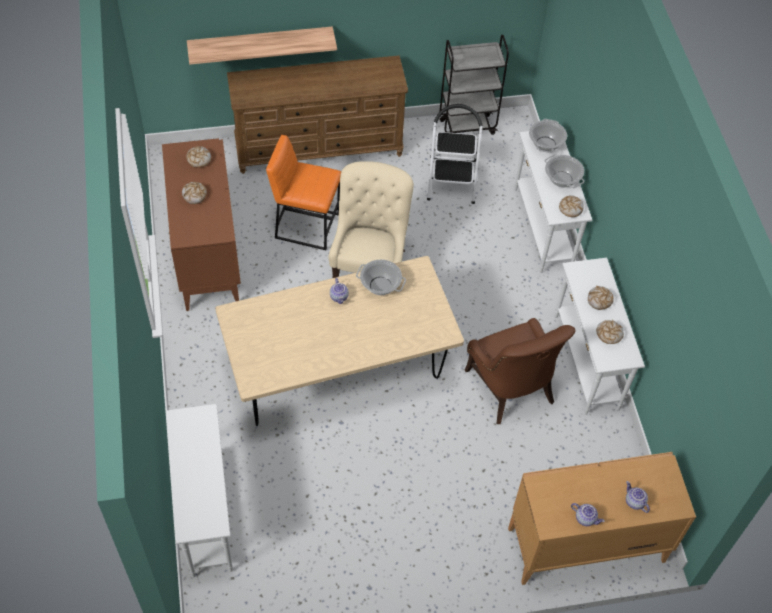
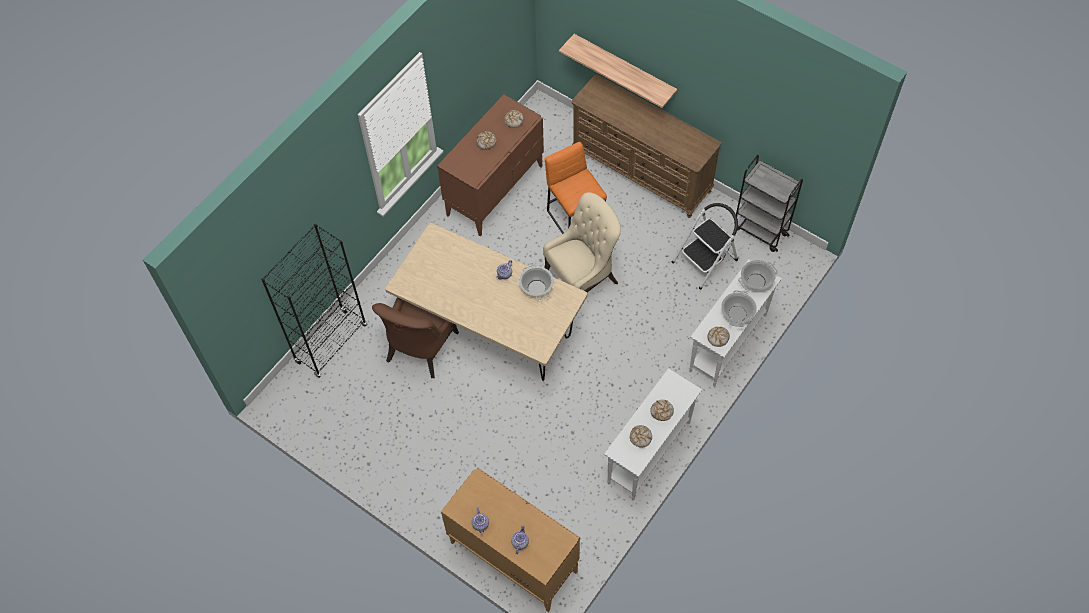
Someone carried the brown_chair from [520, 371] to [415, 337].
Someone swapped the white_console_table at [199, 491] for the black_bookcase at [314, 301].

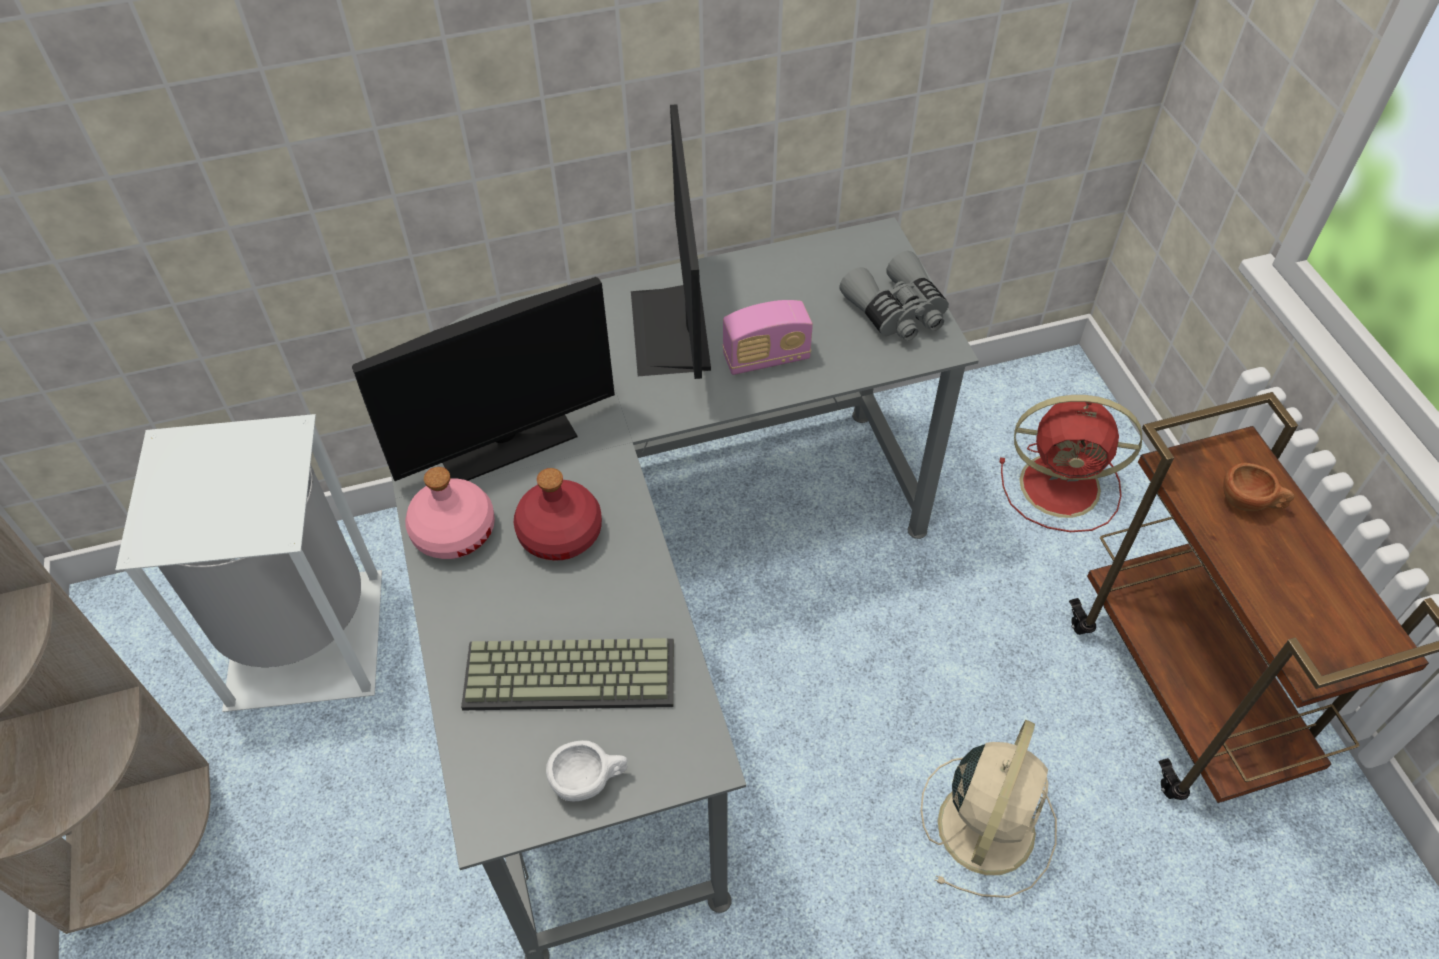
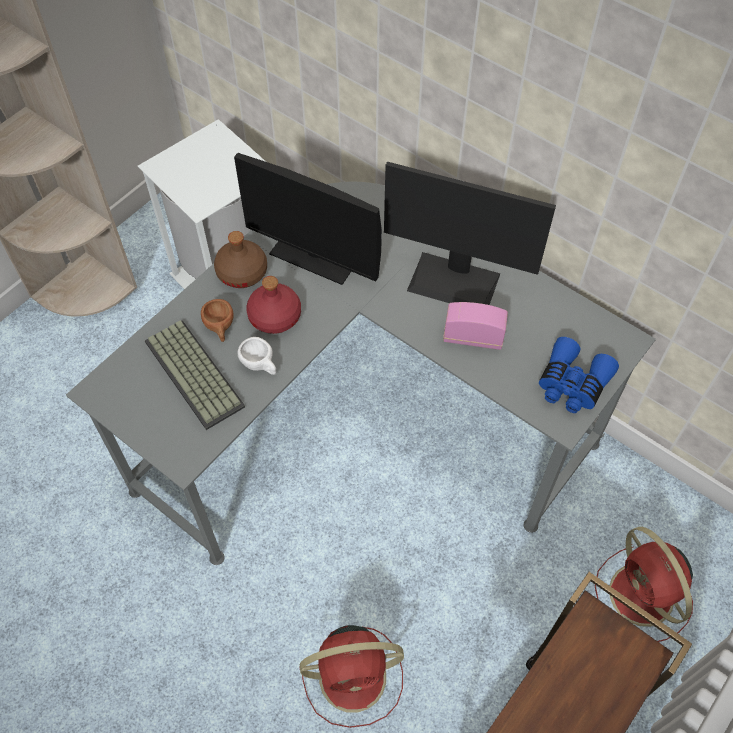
Someone carried the white_cup from [587, 771] to [257, 356].
Someone carried the brown_cup from [1258, 487] to [217, 320].
Someone repainted the pink_bottle at [450, 513], which became the brown_bottle at [240, 259].
Someone repainted the grey_binoculars at [894, 296], which became the blue_binoculars at [579, 375].
Someone repainted the beige_fan at [989, 809], which became the red_fan at [351, 676].
Someone rotated the monitor at [671, 241] by 120 degrees counterclockwise.
Someone rotated the radio at [768, 337] by 150 degrees clockwise.

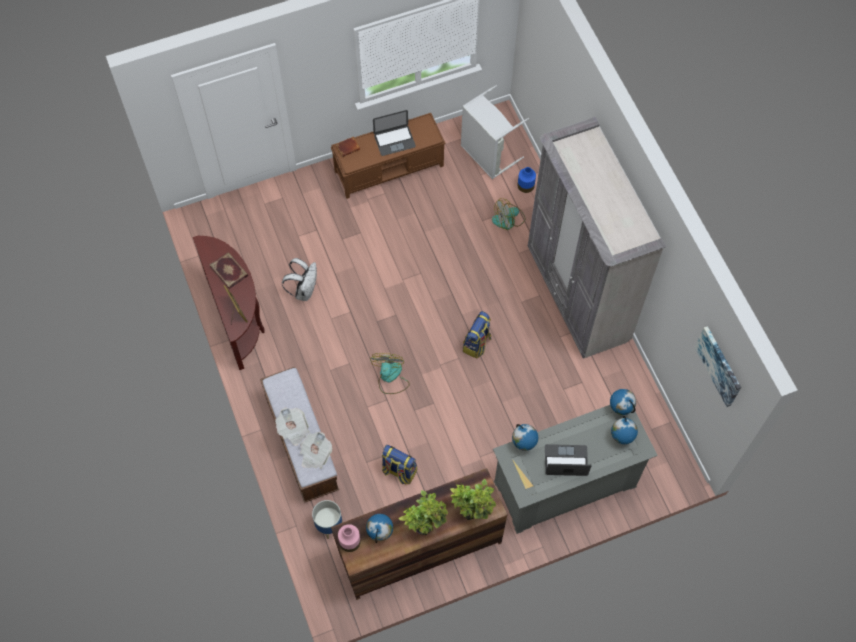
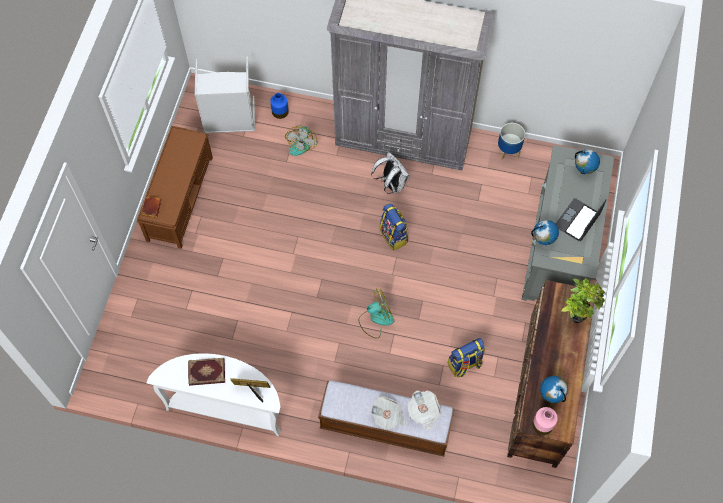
Someone took away the laptop at [394, 133].
Someone took away the potted_plant at [423, 512].
Someone took away the globe at [623, 402].
Someone took away the picture at [718, 366].
Someone carried the white_backpack from [299, 279] to [390, 173].
Someone carried the planter from [327, 519] to [511, 141].
Someone repainted the brown_console_table at [229, 303], which became the white_console_table at [214, 394].
Someone rotated the fan at [390, 373] by 120 degrees clockwise.

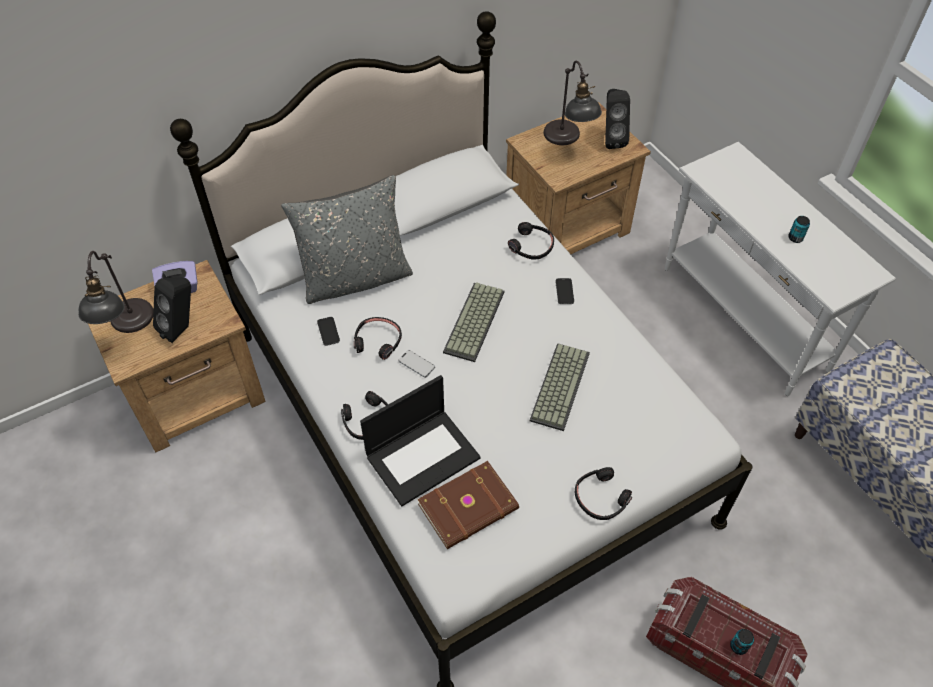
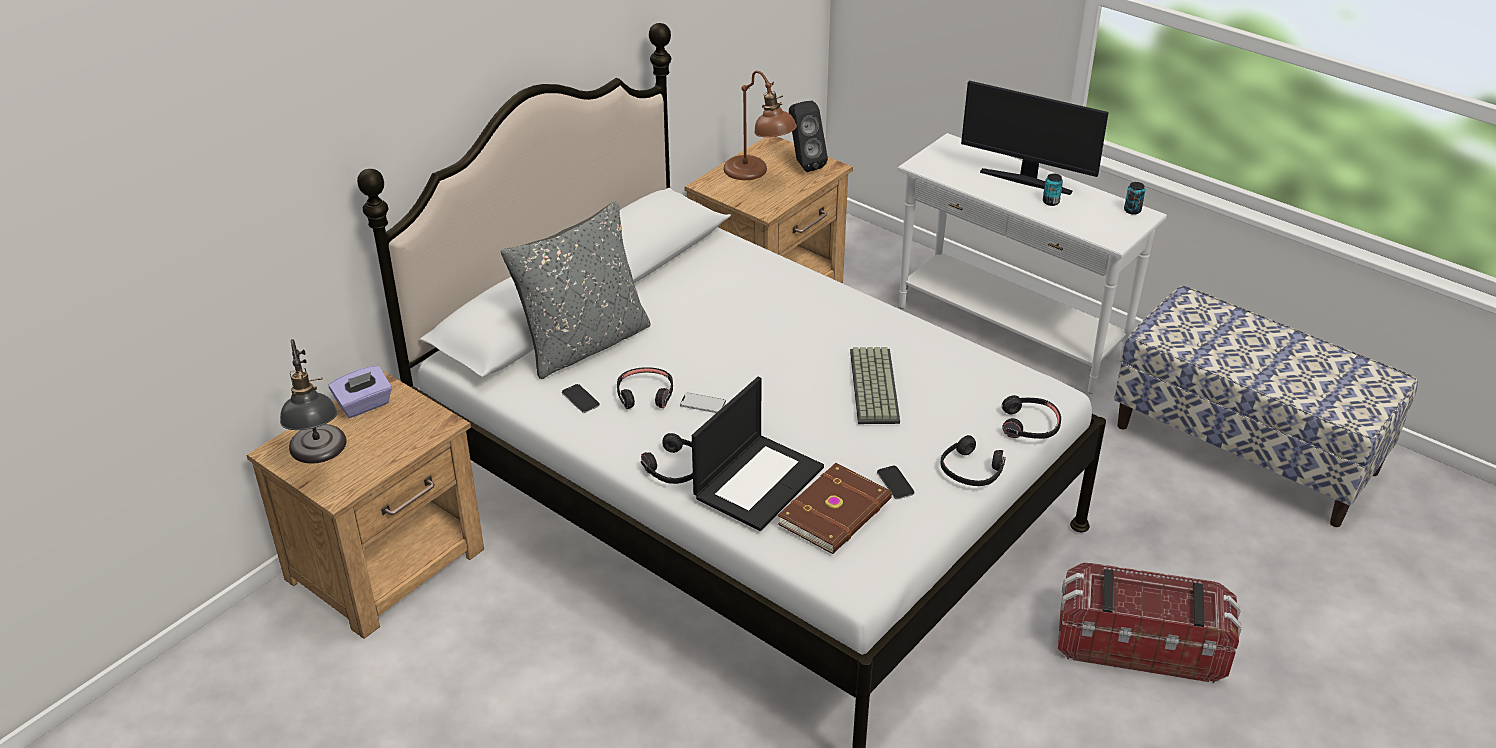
Someone took away the black_speaker at [172, 310].
Someone took away the keyboard at [473, 322].
Someone put down the monitor at [1035, 138].
Someone carried the black_headphones from [531, 241] to [1031, 417].
Someone carried the phone from [565, 291] to [896, 482].
Someone carried the can from [742, 642] to [1134, 198].
Someone repainted the grey_table_lamp at [573, 102], which became the brown_table_lamp at [760, 125].

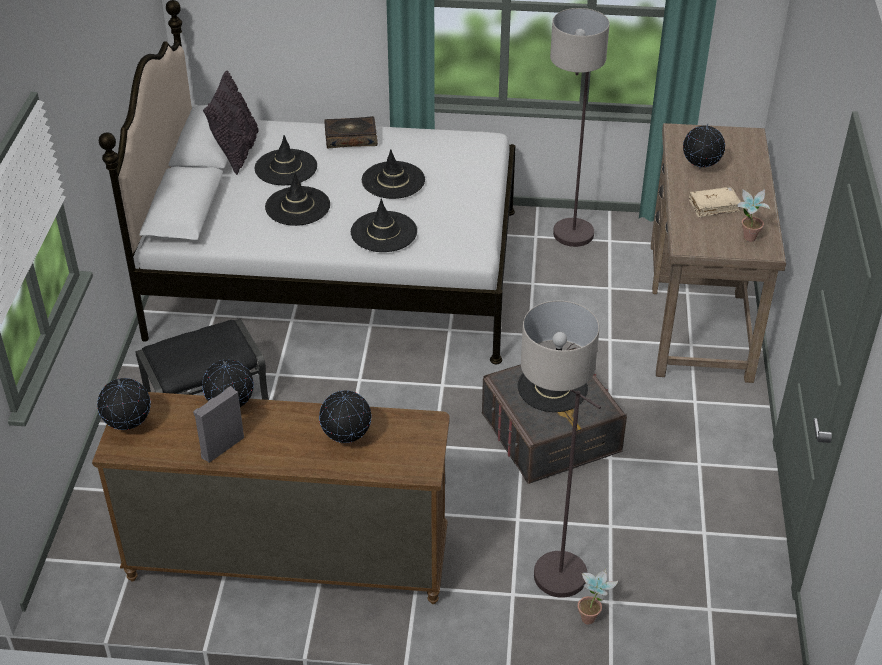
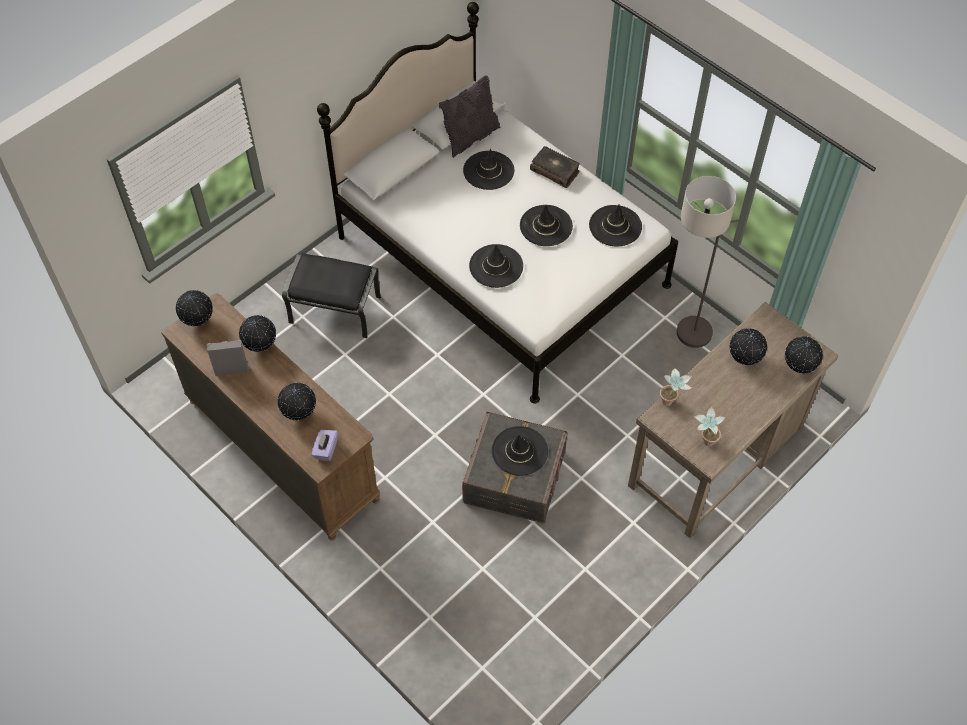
Someone took away the grey_floor_lamp at [561, 449].
Someone took away the beige_book at [715, 202].
Someone put down the purple_tissue_box at [325, 446].
Someone put down the globe at [804, 355].
Someone carried the black_hat from [297, 199] to [615, 225].
Someone carried the potted_plant from [598, 597] to [676, 387].

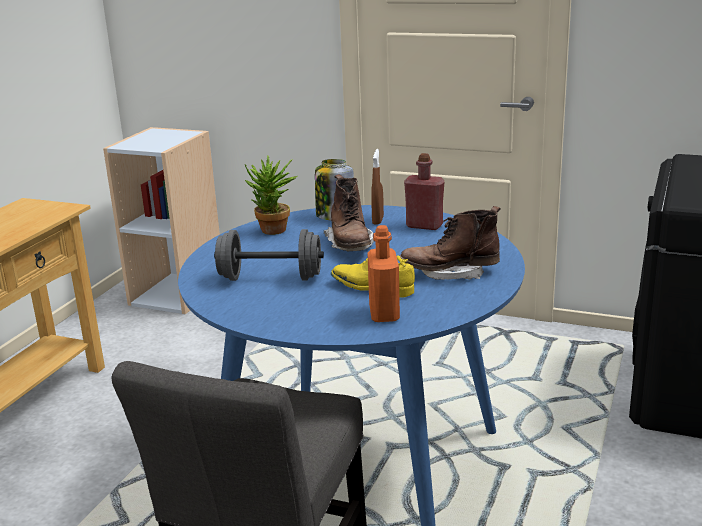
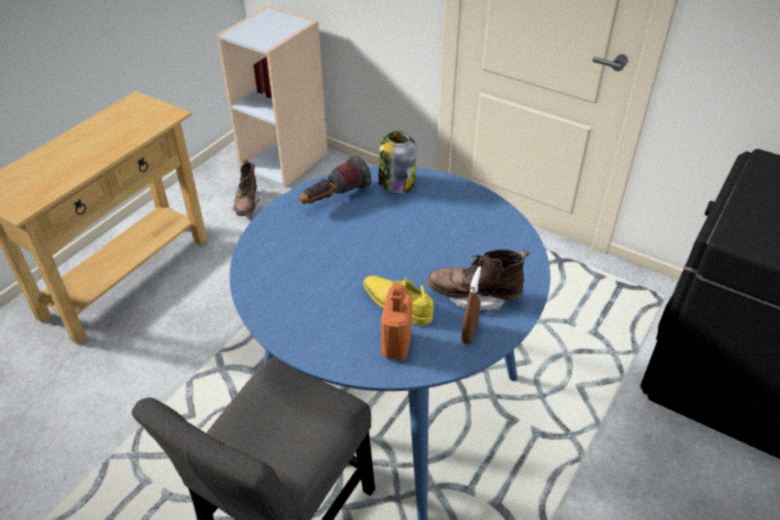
Someone took away the grey_dumbbell at [269, 255].
Someone took away the red_bottle at [424, 191].
Someone carried the brown_boot from [349, 213] to [247, 188].
Someone carried the brown_spray_bottle from [377, 187] to [471, 305].
Someone swapped the potted_plant at [271, 195] for the flashlight at [335, 180].

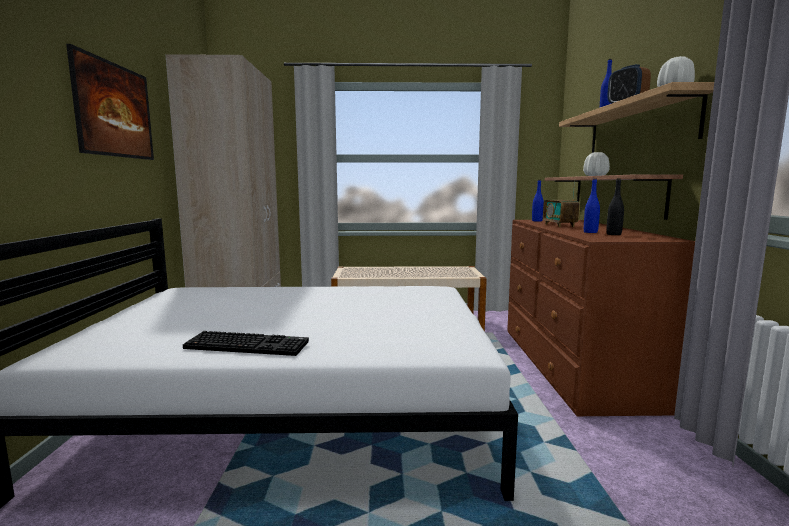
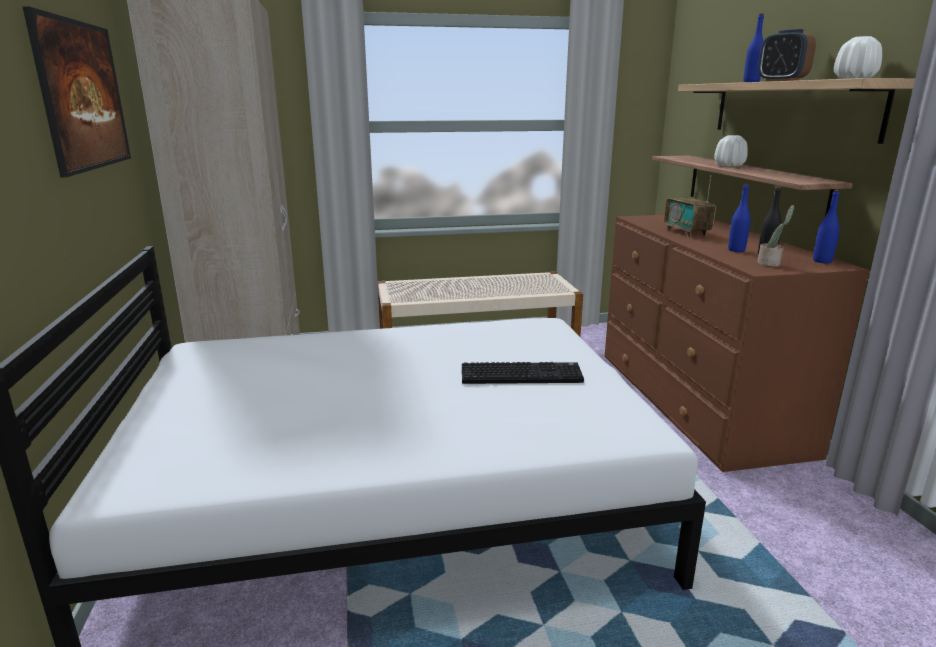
Someone put down the potted_plant at [775, 236].
Someone carried the keyboard from [246, 343] to [523, 373].
Someone carried the blue_bottle from [538, 201] to [826, 226].

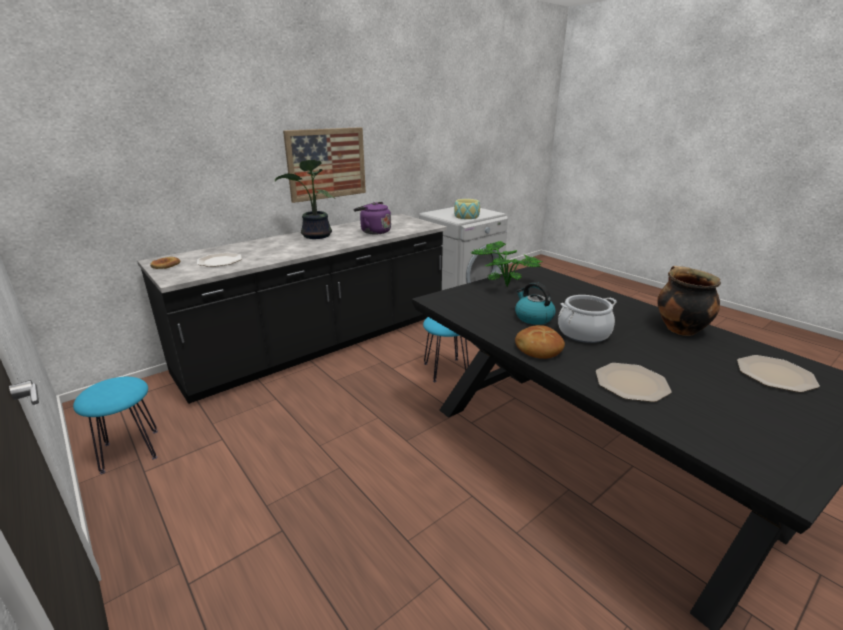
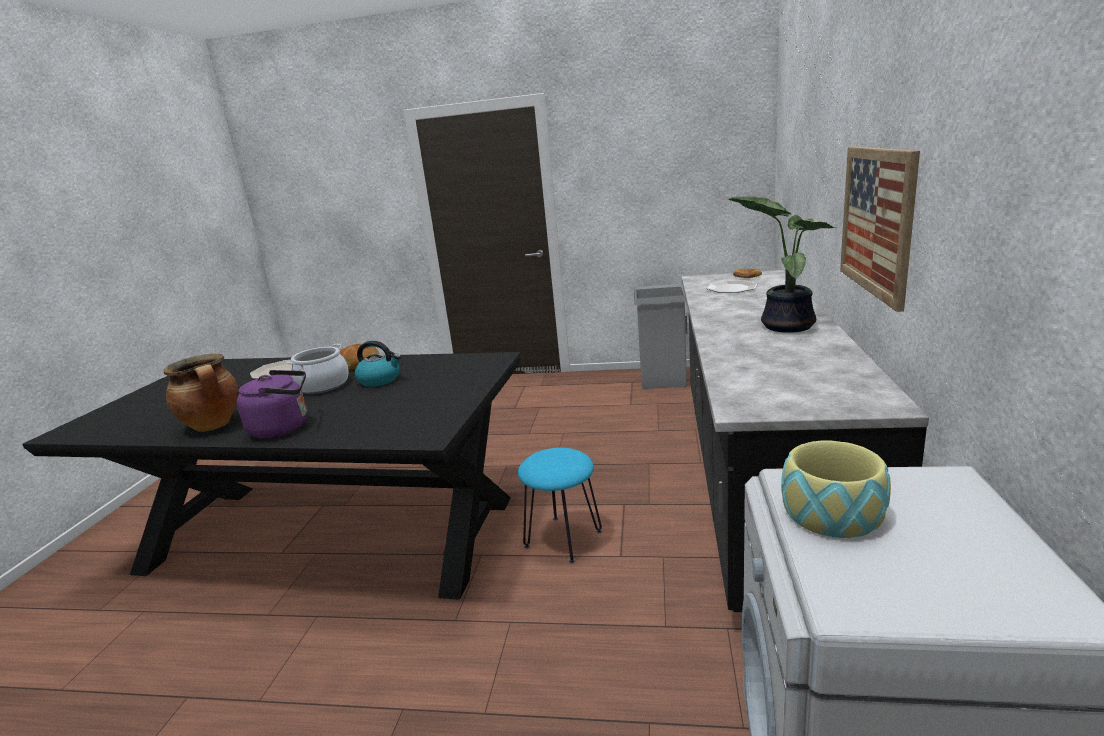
Someone took away the potted_plant at [507, 264].
Someone took away the plate at [778, 373].
Someone carried the purple_kettle from [372, 218] to [272, 404].
Someone swapped the turquoise_stool at [115, 425] for the grey_trash_can at [660, 336].

